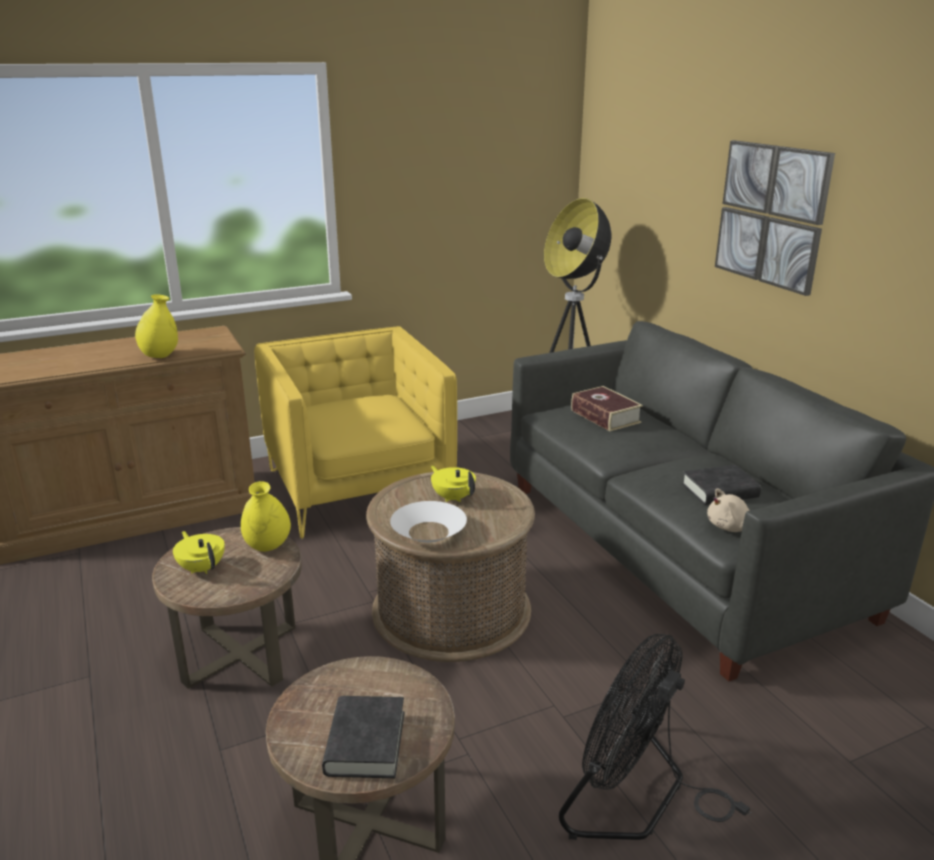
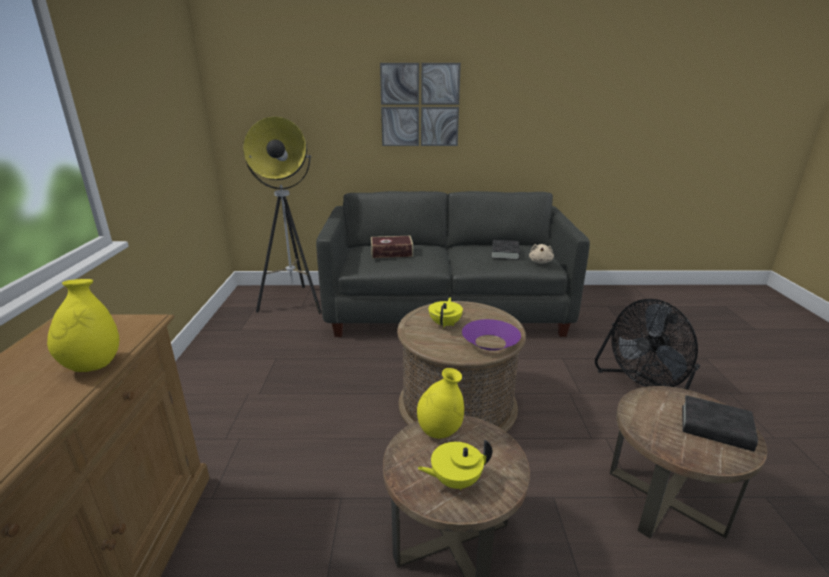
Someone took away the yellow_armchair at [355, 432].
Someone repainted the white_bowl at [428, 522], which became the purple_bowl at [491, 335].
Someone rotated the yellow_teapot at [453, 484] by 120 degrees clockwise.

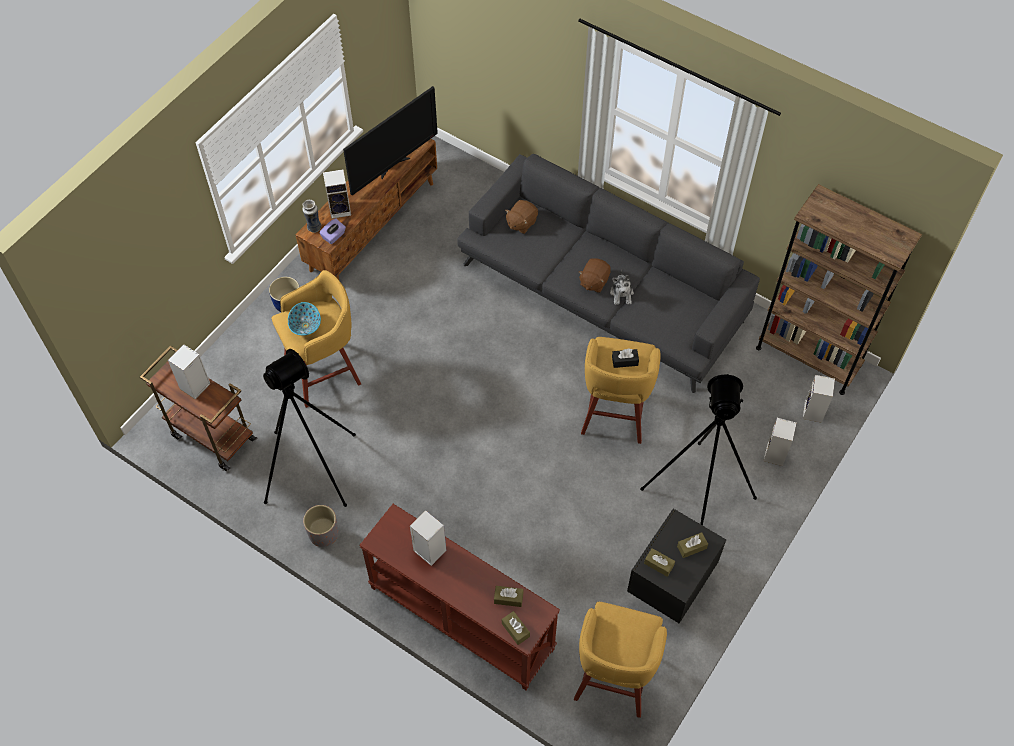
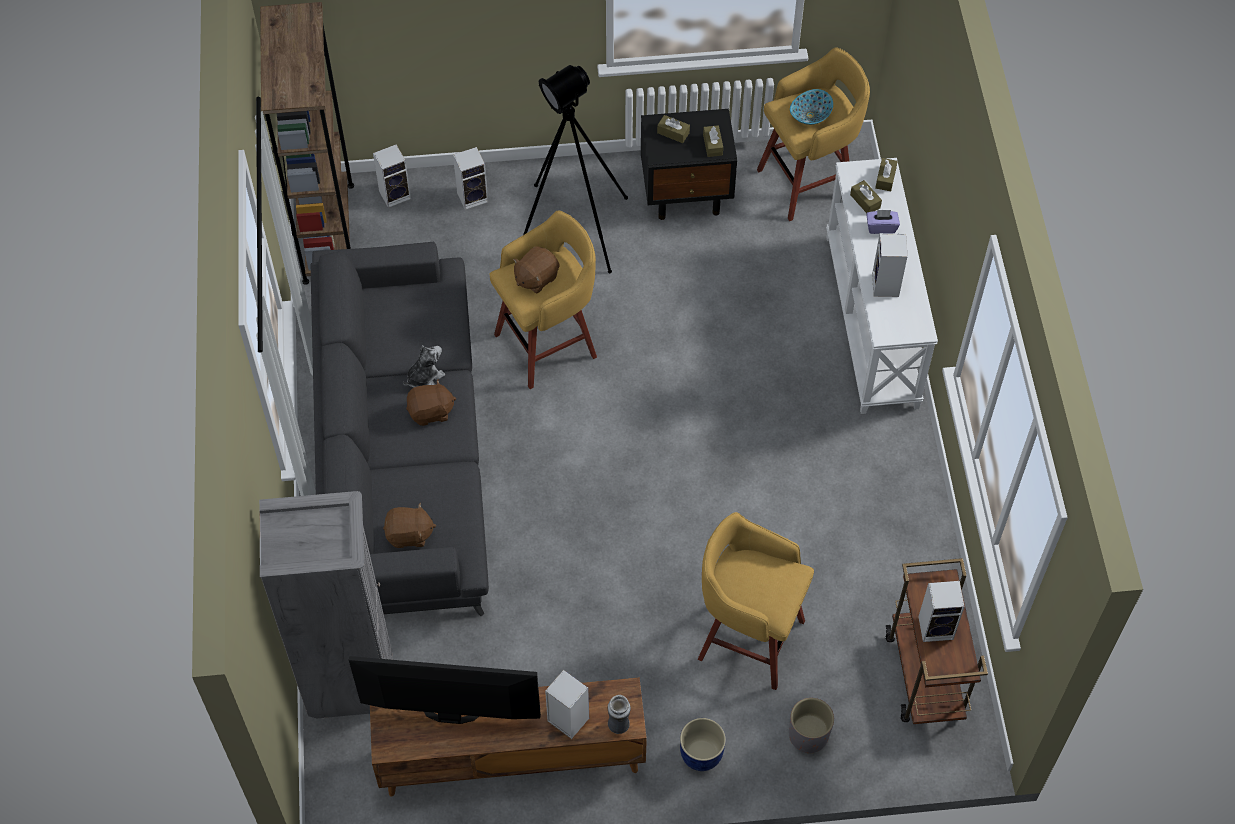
Someone took away the black_floor_lamp at [309, 428].
Someone put down the grey_cabinet at [325, 604].
Someone carried the bowl from [304, 318] to [811, 107].
Someone carried the grey_planter from [321, 526] to [811, 726].
Someone carried the purple_tissue_box from [332, 231] to [883, 221].
Someone swapped the black_tissue_box at [625, 358] for the brown_plush_toy at [536, 270].
Someone repainted the brown_console_table at [459, 597], which became the white_console_table at [882, 286].

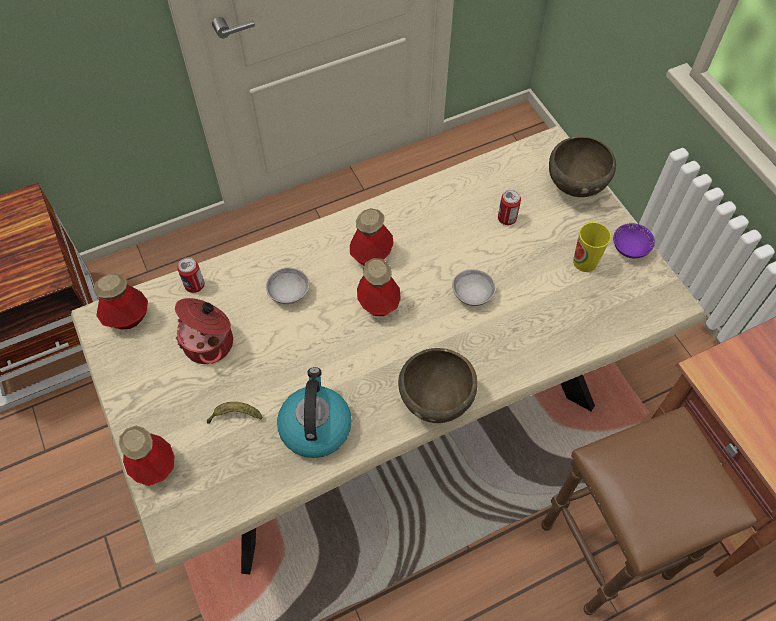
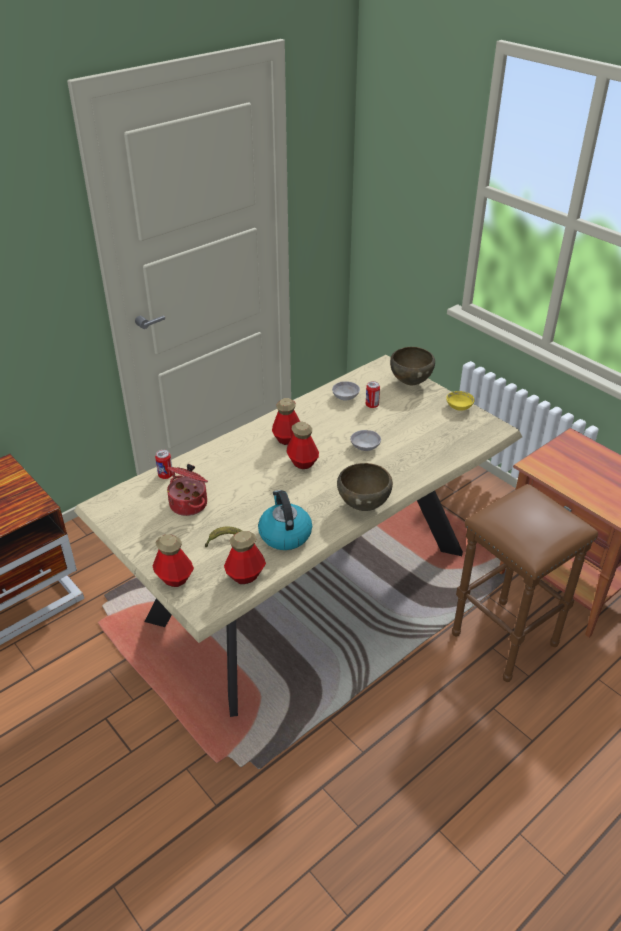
Someone took away the cup at [592, 247].
Someone carried the bottle from [120, 301] to [245, 557].
Someone carried the grey_bowl from [288, 286] to [346, 391].
Someone repainted the purple_bowl at [634, 240], which became the yellow_bowl at [460, 401].

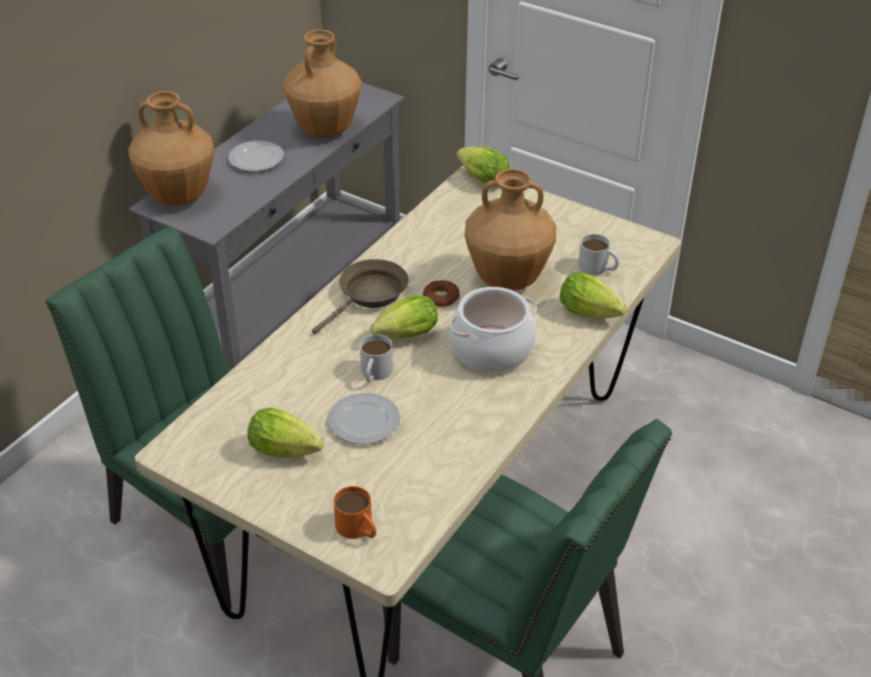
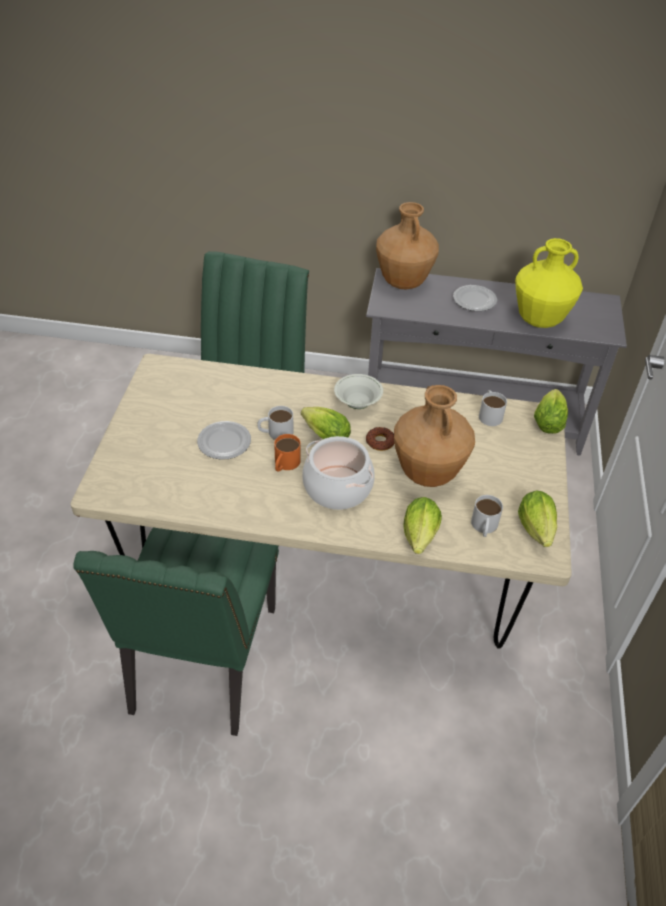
Someone put down the white_mug at [493, 408].
Someone carried the lettuce from [286, 432] to [537, 518].
Someone carried the orange_mug from [354, 512] to [287, 453].
Someone swapped the brown_frying_pan at [360, 296] for the white_bowl at [358, 391].
Someone repainted the brown_vase at [322, 84], which became the yellow_vase at [549, 283].

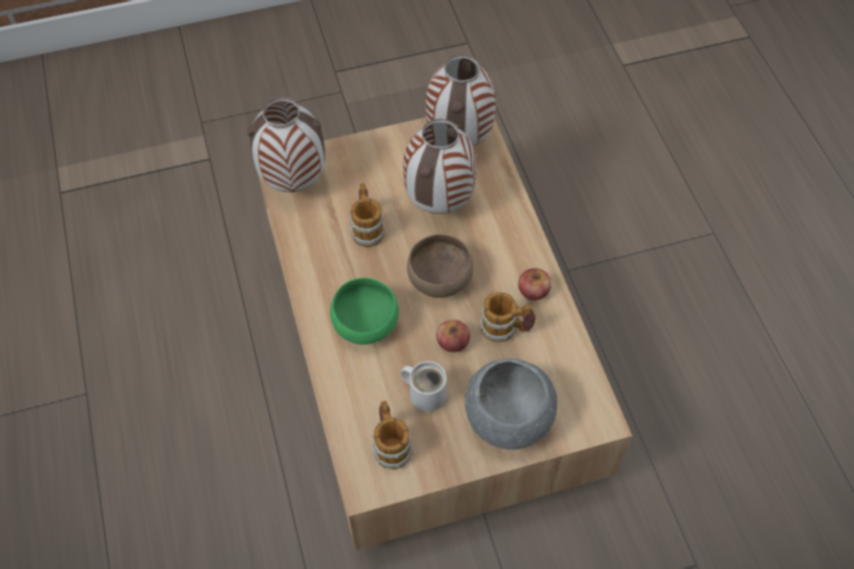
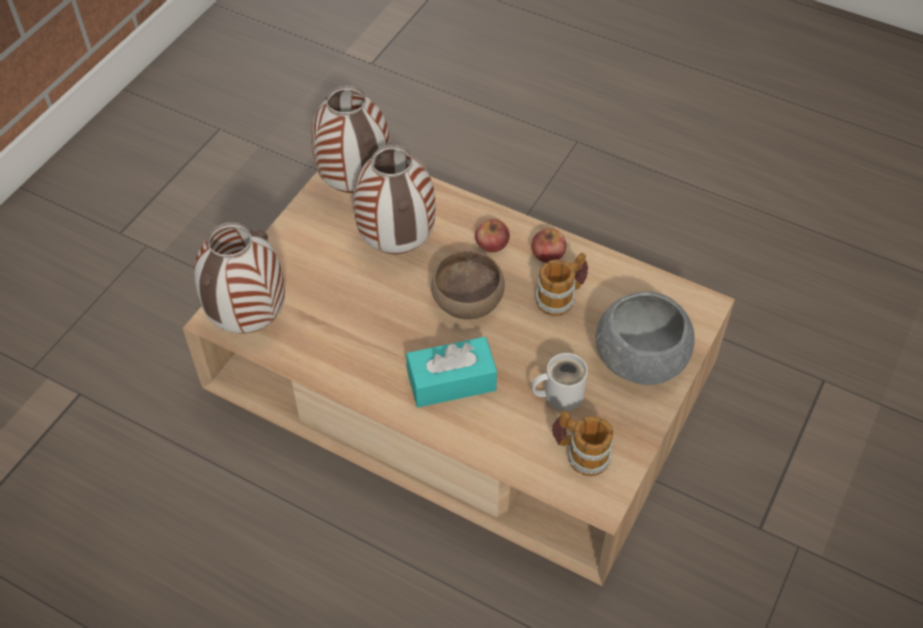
Someone took away the mug at [367, 215].
Someone carried the apple from [453, 336] to [492, 236].
Someone swapped the green_bowl at [364, 311] for the turquoise_tissue_box at [451, 372].

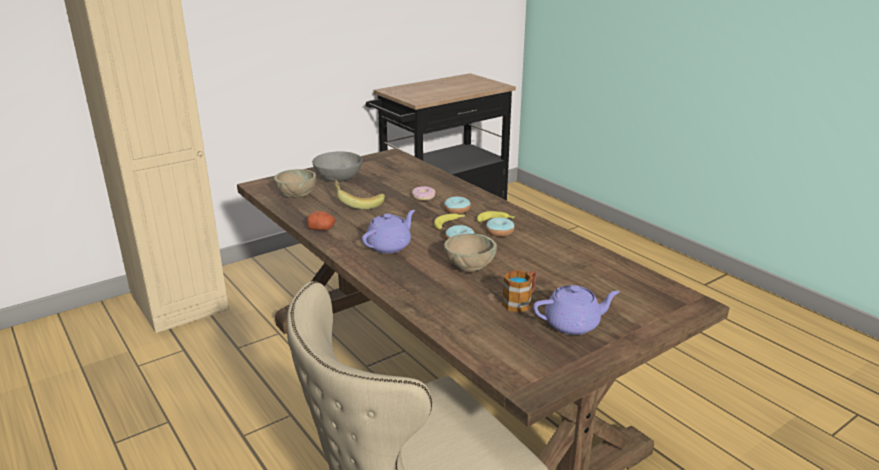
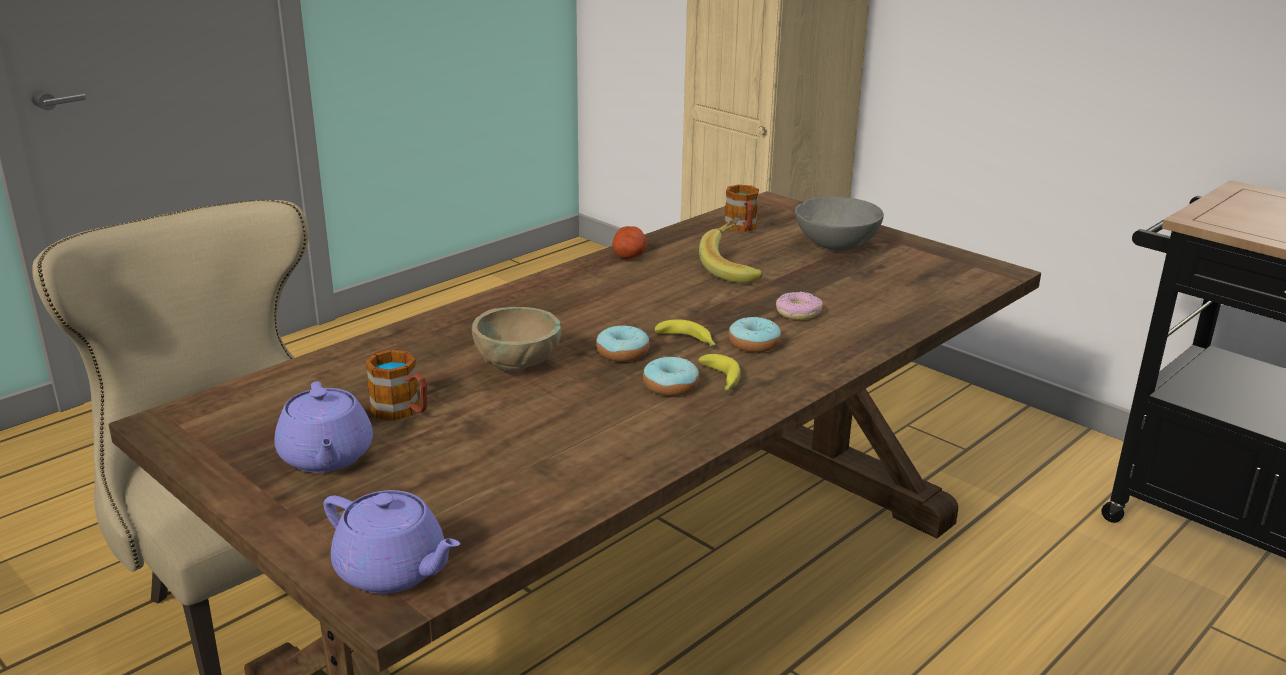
Someone carried the purple_teapot from [388, 231] to [391, 542].
Someone swapped the beige_bowl at [295, 183] for the mug at [742, 208].

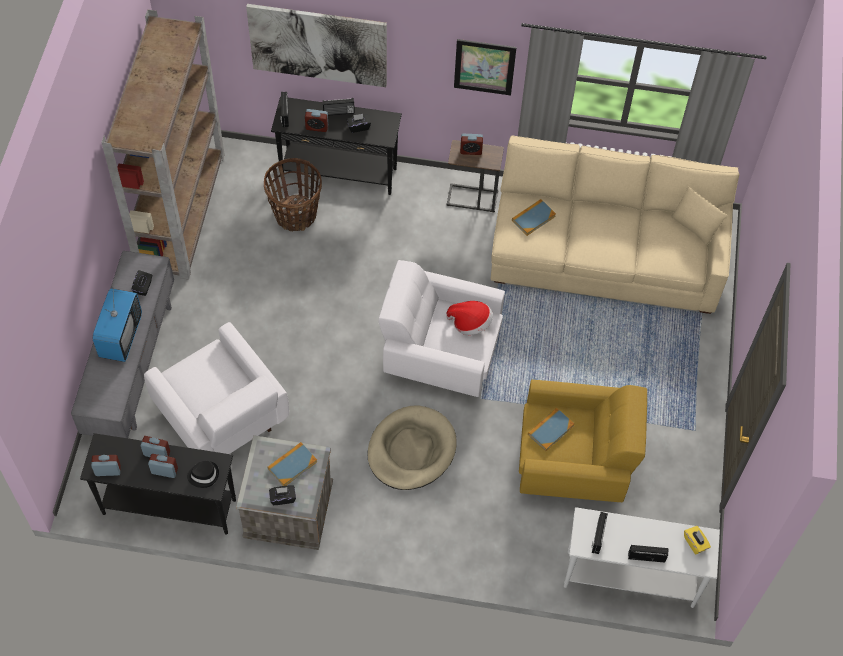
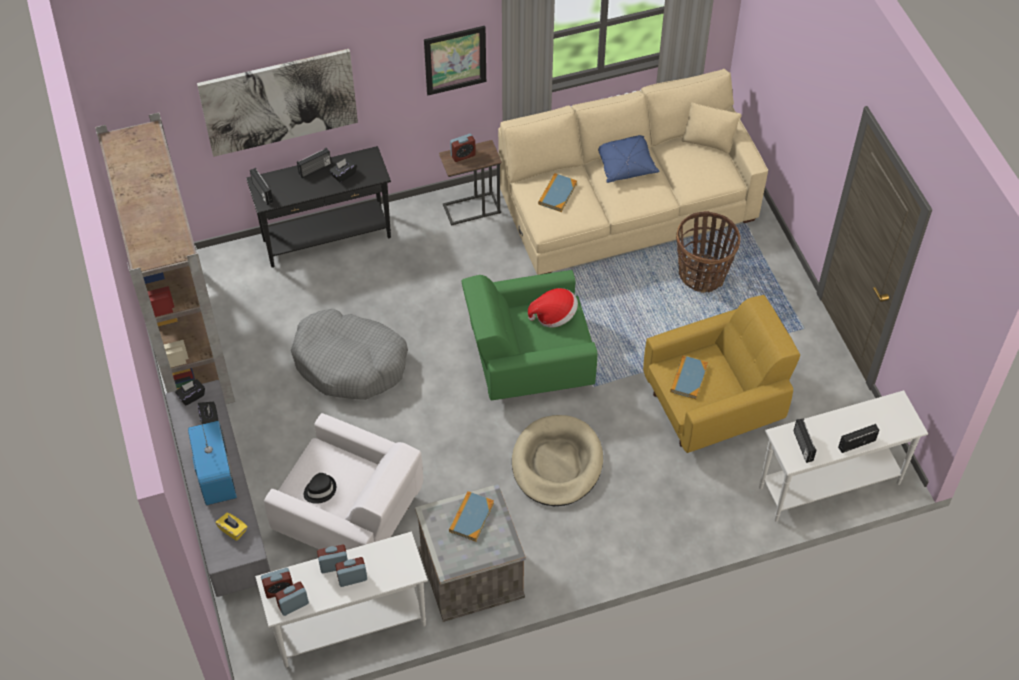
Someone put down the grey_dog_bed at [349, 354].
Someone put down the blue_pillow at [628, 159].
Someone carried the black_hat from [203, 474] to [320, 488].
Someone carried the basket from [293, 194] to [708, 252].
Someone carried the black_tissue_box from [282, 495] to [190, 392].
Someone carried the alarm_clock from [316, 120] to [277, 583].
Someone carried the yellow_tissue_box from [697, 540] to [232, 526].
Someone repainted the black_console_table at [158, 483], which became the white_console_table at [341, 599].
Someone repainted the white_armchair at [441, 328], which became the green_armchair at [529, 335].

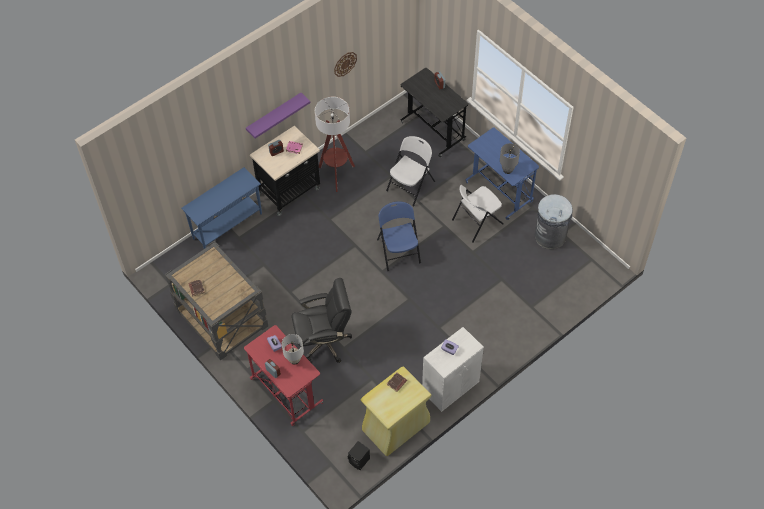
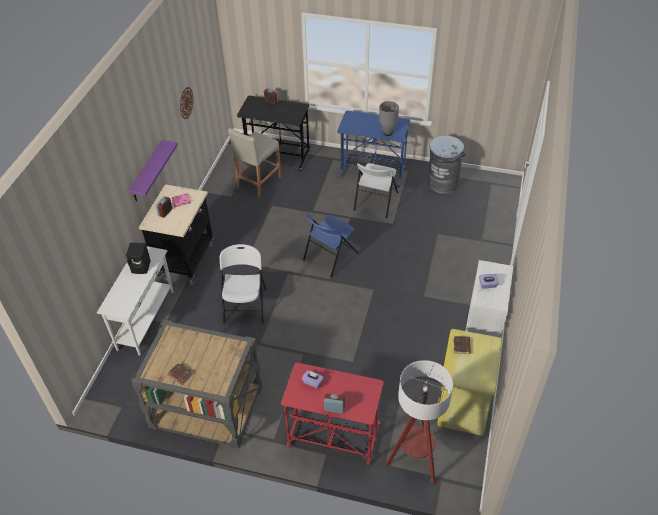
Someone took away the white_table_lamp at [293, 349].
Someone took away the black_office_chair at [322, 320].
Someone put down the beige_stool at [255, 163].
Someone carried the floor_lamp from [335, 144] to [419, 422].
Someone carried the black_speaker from [359, 455] to [138, 258].
Someone carried the white_chair from [410, 171] to [243, 284].
Someone repainted the blue_console_table at [221, 208], which became the white_console_table at [135, 301].
Someone rotated the blue_chair at [399, 236] by 90 degrees counterclockwise.

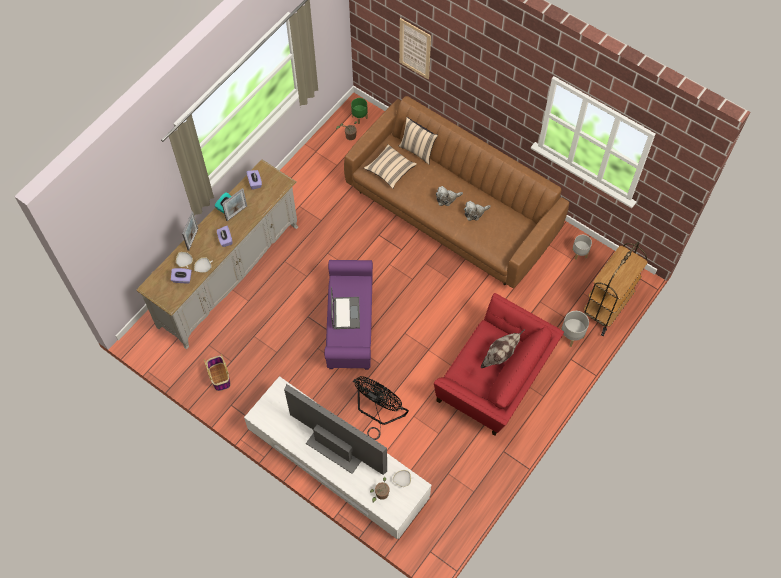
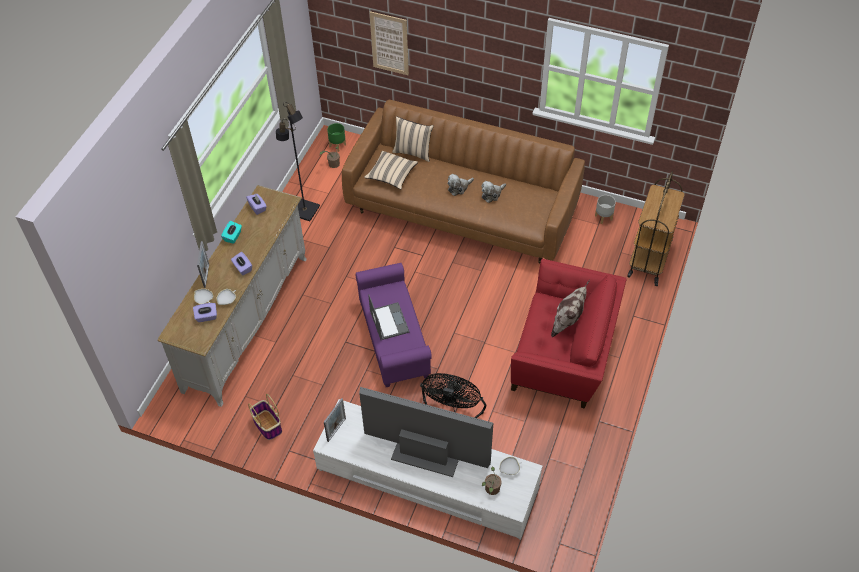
Someone took away the grey_planter at [575, 329].
Someone put down the black_floor_lamp at [298, 161].
Someone carried the picture_frame from [234, 204] to [335, 420].

